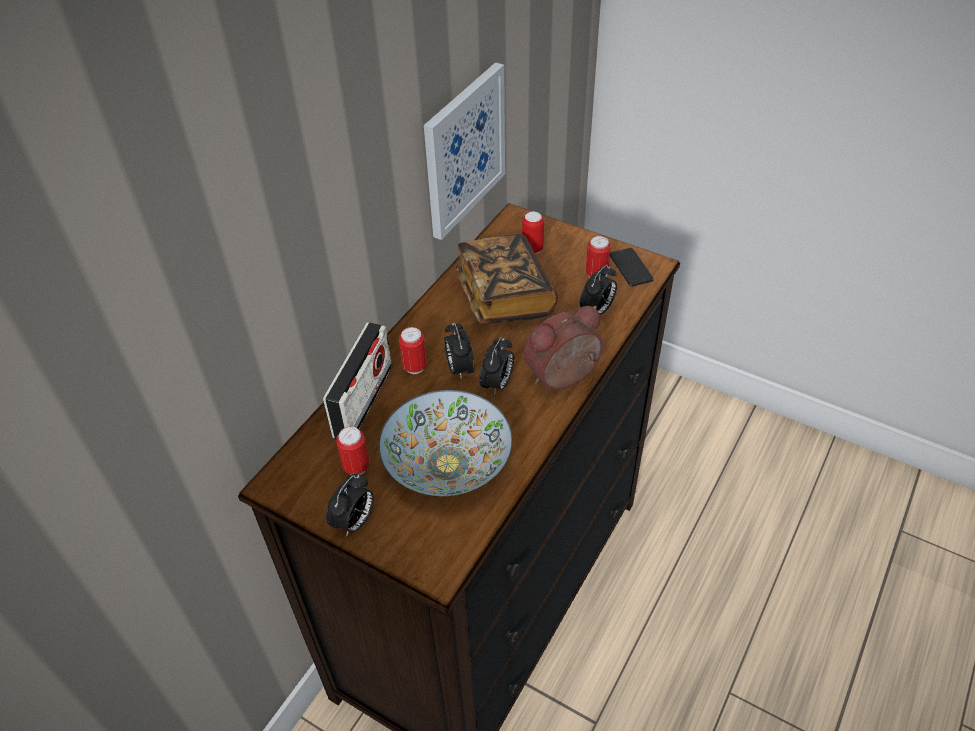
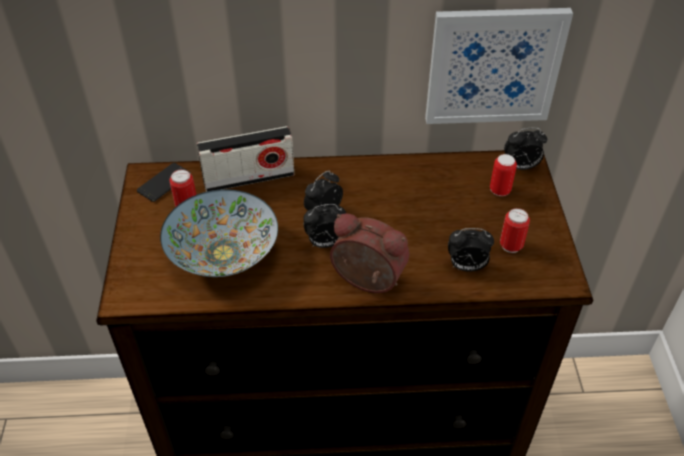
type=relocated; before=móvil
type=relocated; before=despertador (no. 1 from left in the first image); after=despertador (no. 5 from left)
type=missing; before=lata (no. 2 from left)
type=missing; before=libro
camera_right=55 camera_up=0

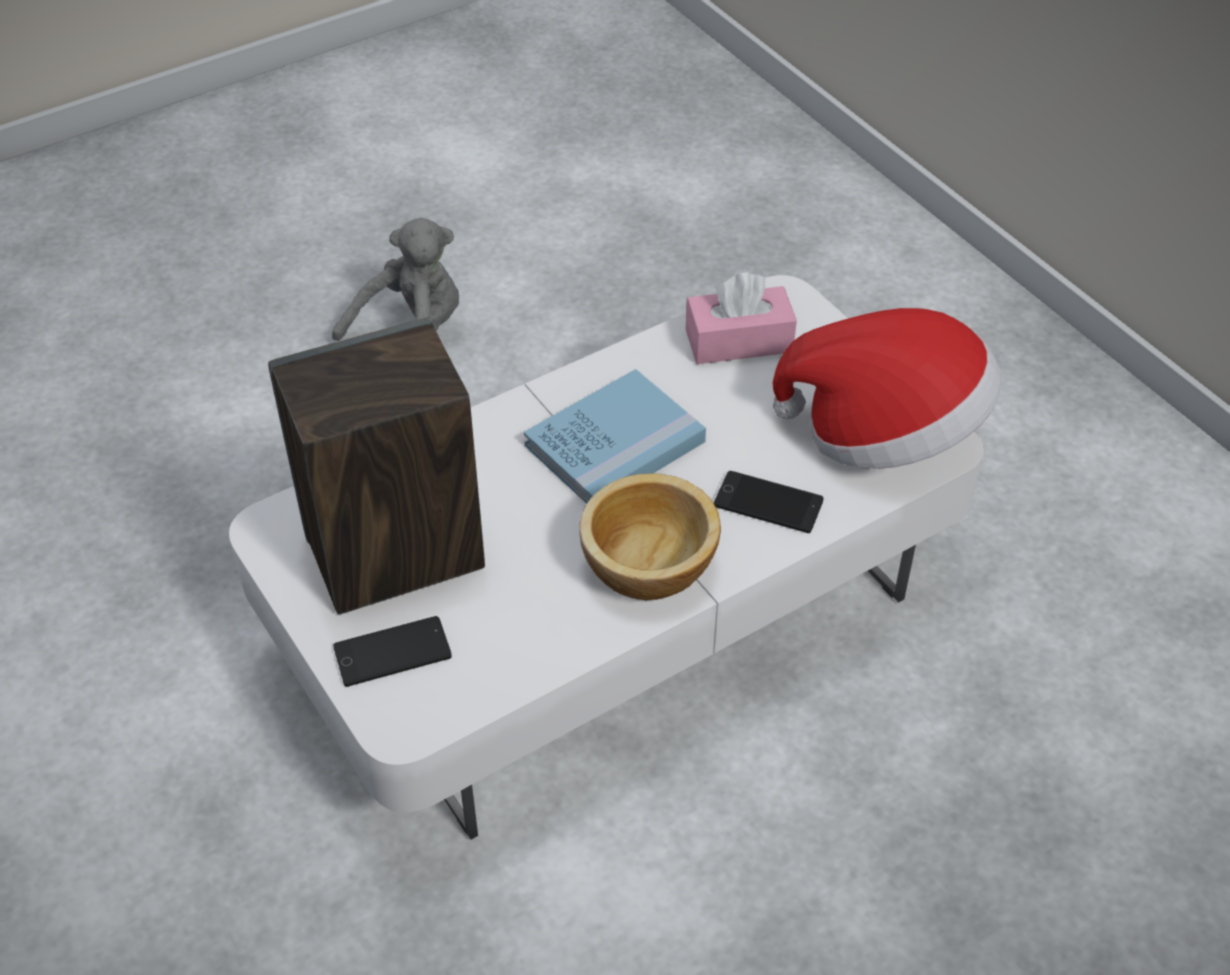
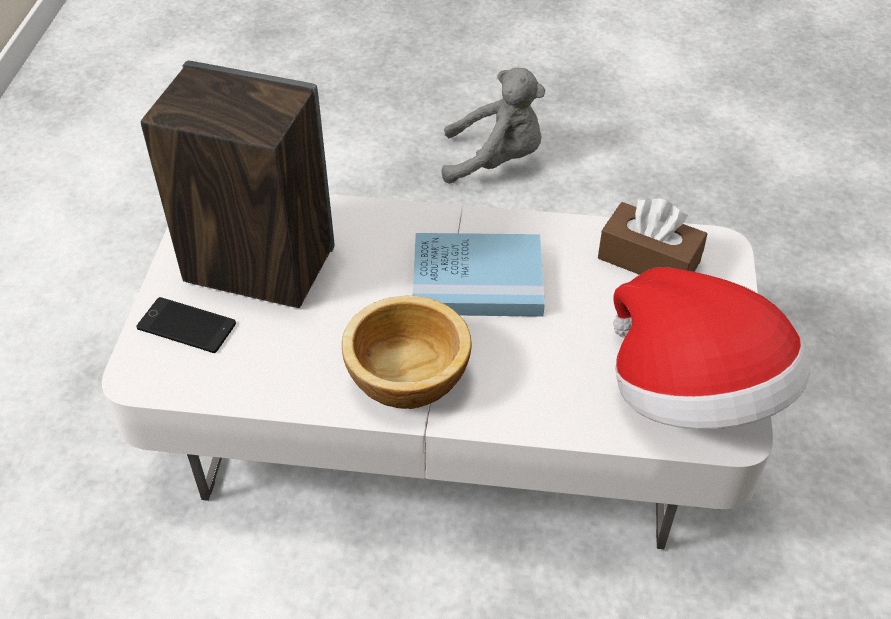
type=colour; before=caja de pañuelos [rosa]; after=caja de pañuelos [marrón]
type=missing; before=móvil (no. 2 from left)
camera_right=40 camera_up=0

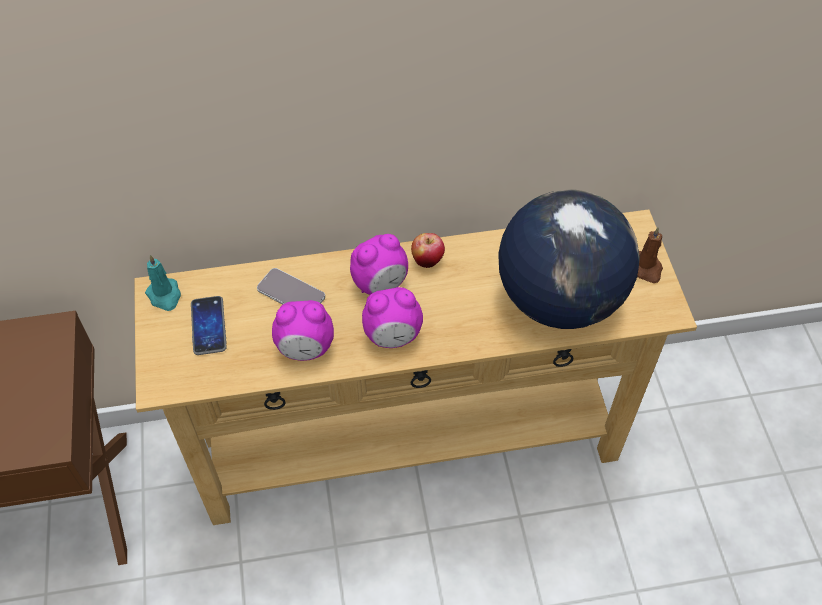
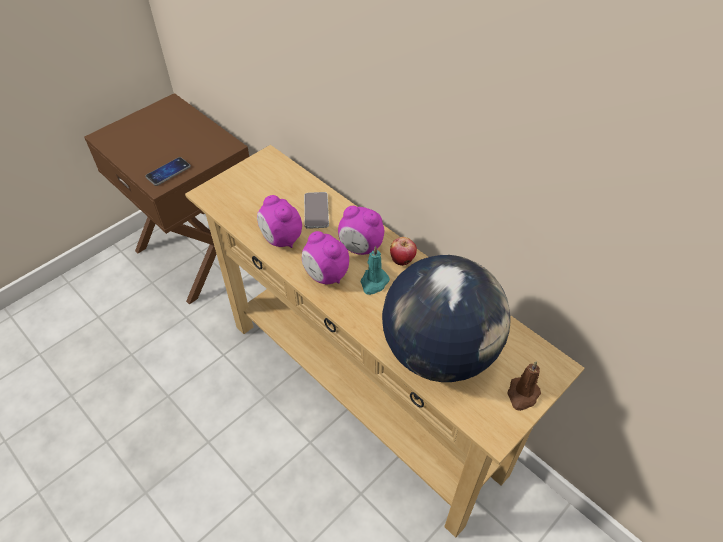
type=relocated; before=móvil (no. 1 from left)
type=relocated; before=vela [turquesa]
camera_right=55 camera_up=-5

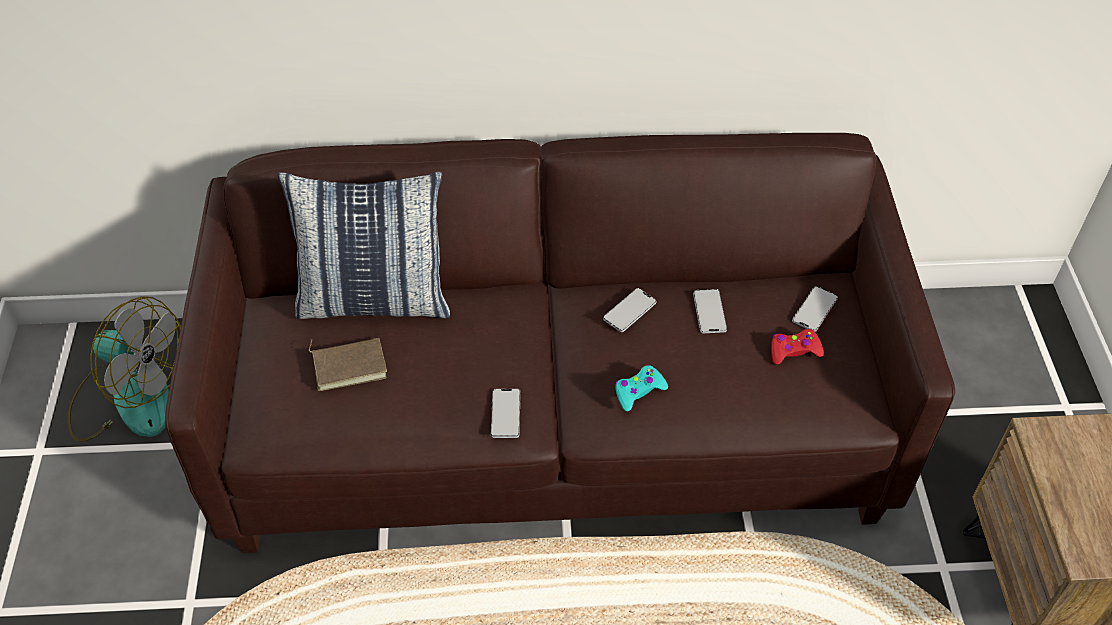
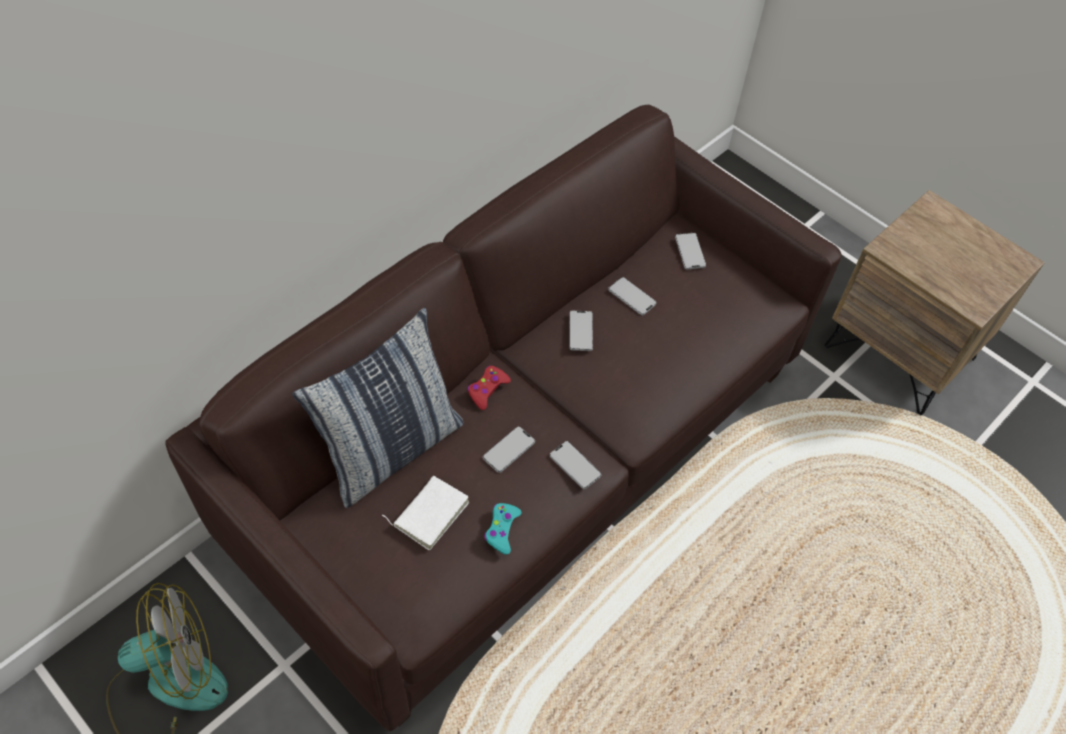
type=colour; before=libro [marrón]; after=libro [blanco]
type=relocated; before=mando de consola [rojo]
type=appeared; after=móvil (no. 1 from left)
type=relocated; before=mando de consola [turquesa]
camera_right=-45 camera_up=5

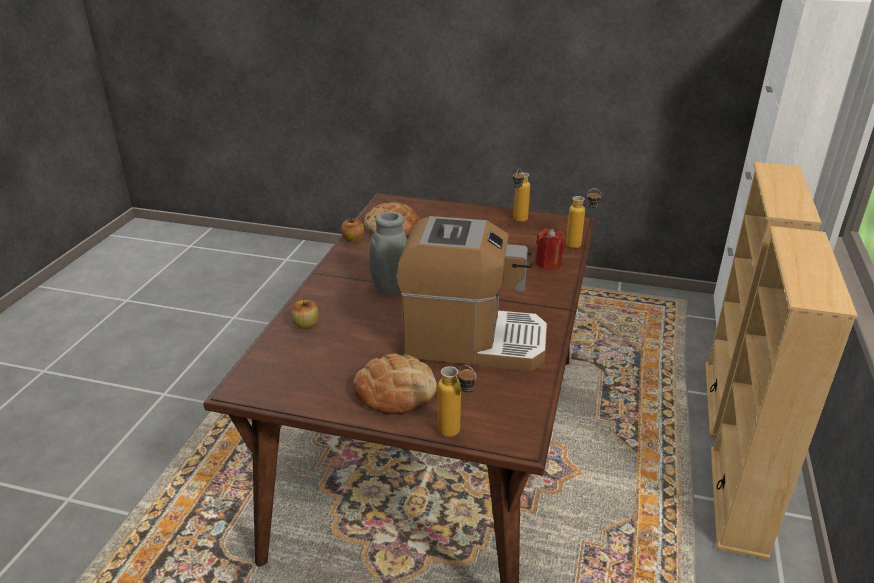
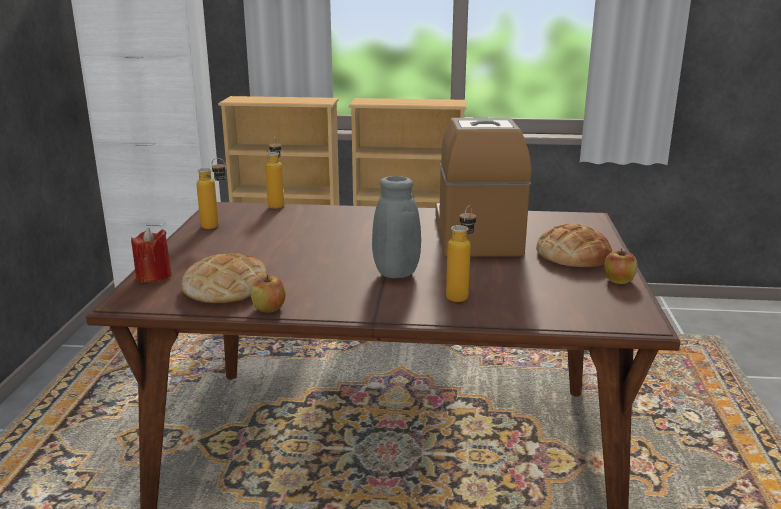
type=relocated; before=vela [rojo]
type=relocated; before=botella (no. 1 from left in the first image); after=botella (no. 3 from left)
type=relocated; before=manzana (no. 1 from left in the first image); after=manzana (no. 2 from left)
camera_right=-100 camera_up=-10

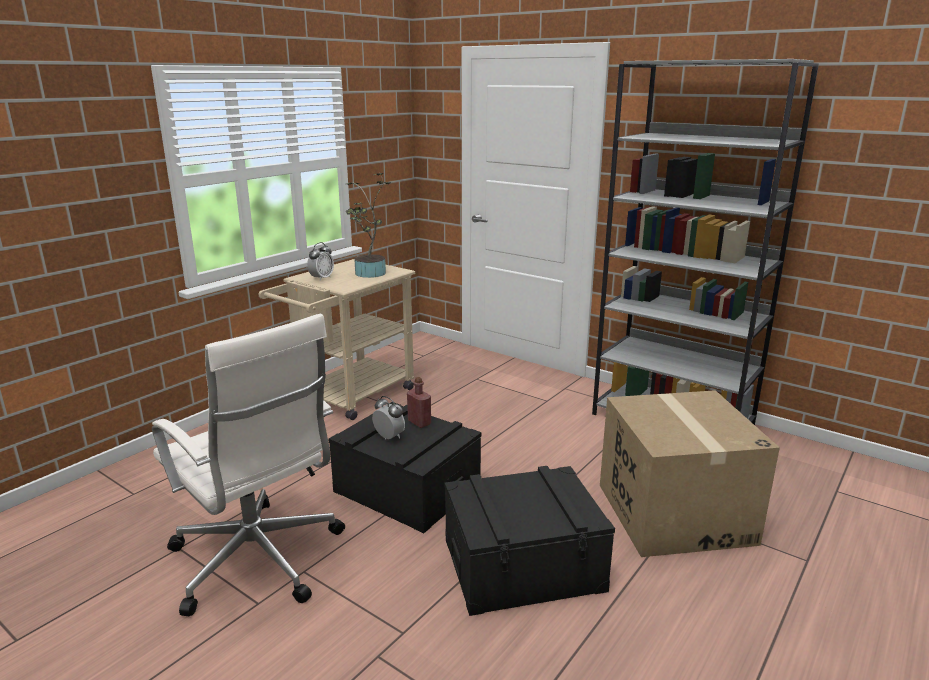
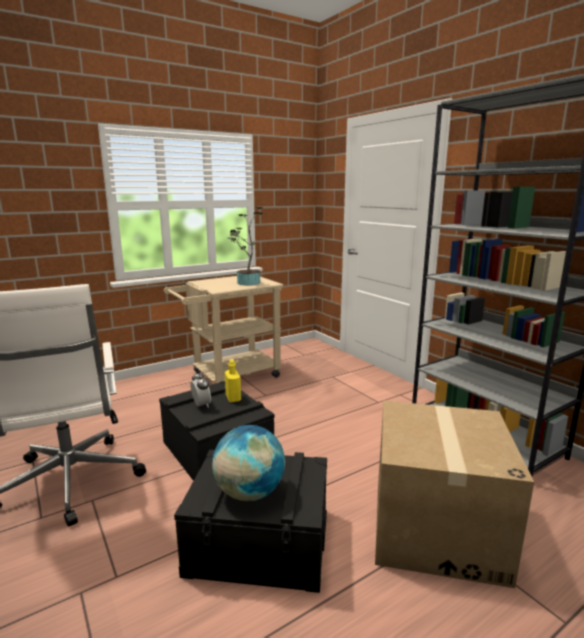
type=appeared; after=globo terráqueo
type=colour; before=botella [rojo]; after=botella [amarillo]
type=missing; before=despertador (no. 1 from left)
camera_right=20 camera_up=-5

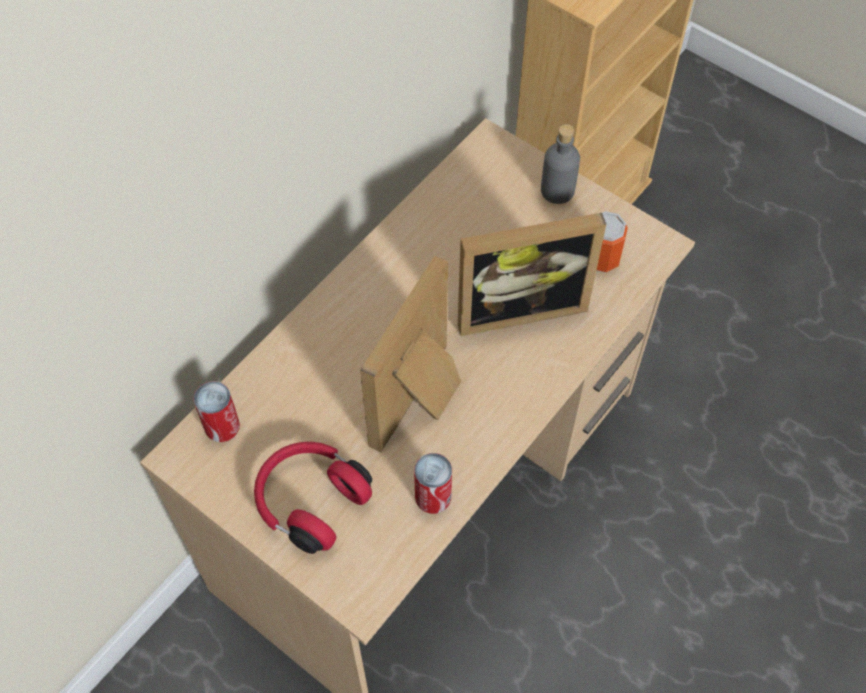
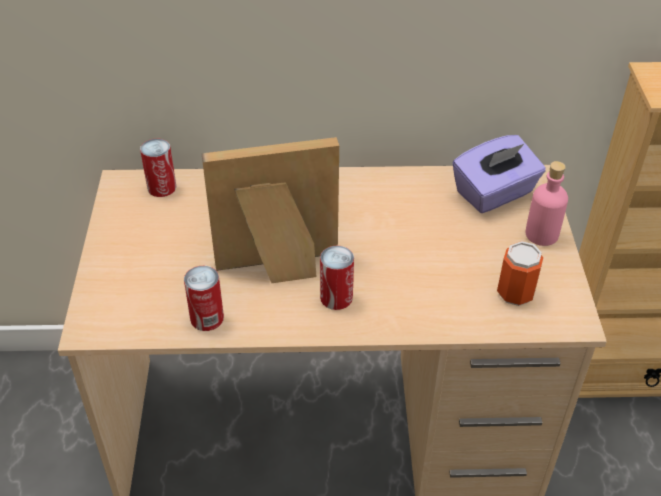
type=appeared; after=lata (no. 3 from left)
type=appeared; after=caja de pañuelos [morado]
type=colour; before=botella [gris]; after=botella [rosa]
type=missing; before=auriculares [rojo]
type=missing; before=portarretratos (no. 2 from left)
camera_right=50 camera_up=-15

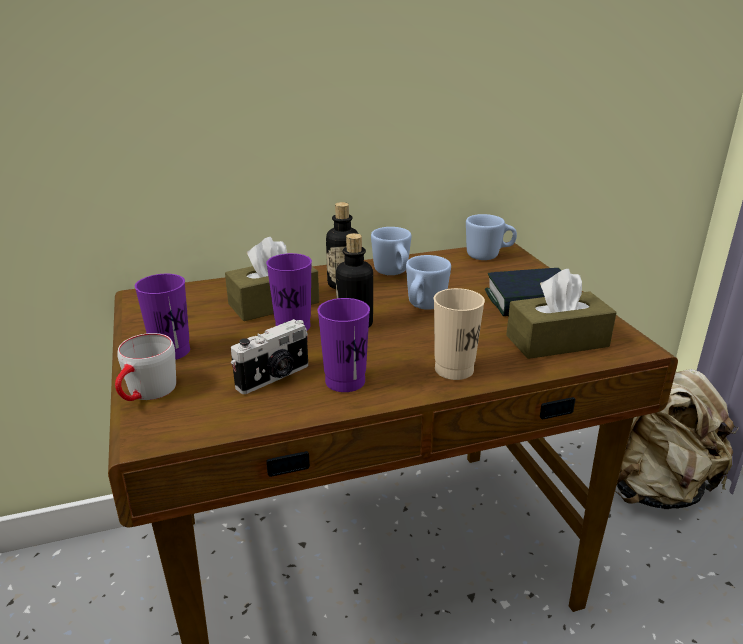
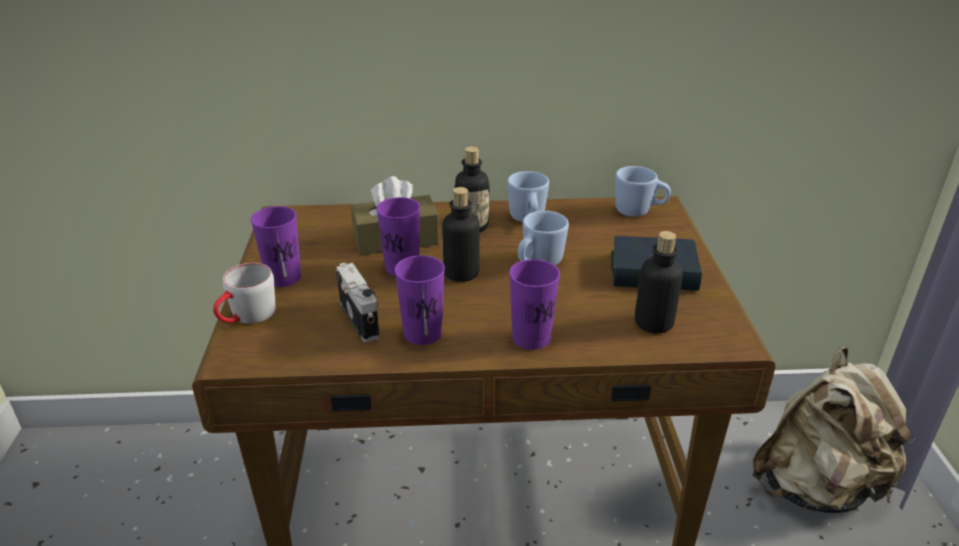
type=spun; before=cámara; turn=-90
type=colour; before=taza [beis]; after=taza [morado] (no. 4 from left)
type=exchanged; before=caja de pañuelos [marrón] (no. 2 from left); after=botella (no. 3 from left)
camera_right=15 camera_up=5

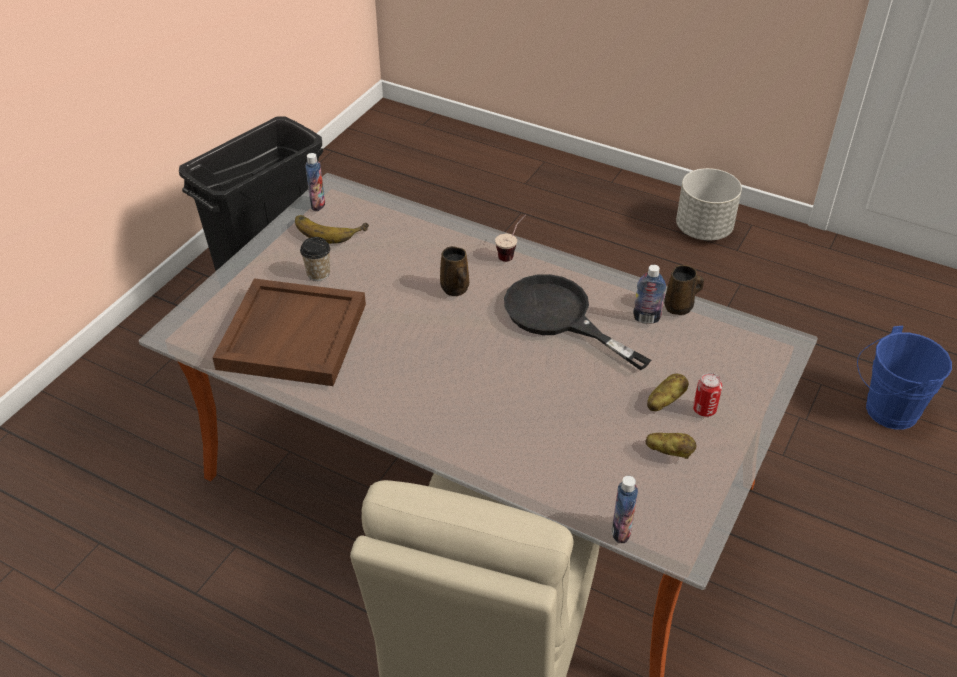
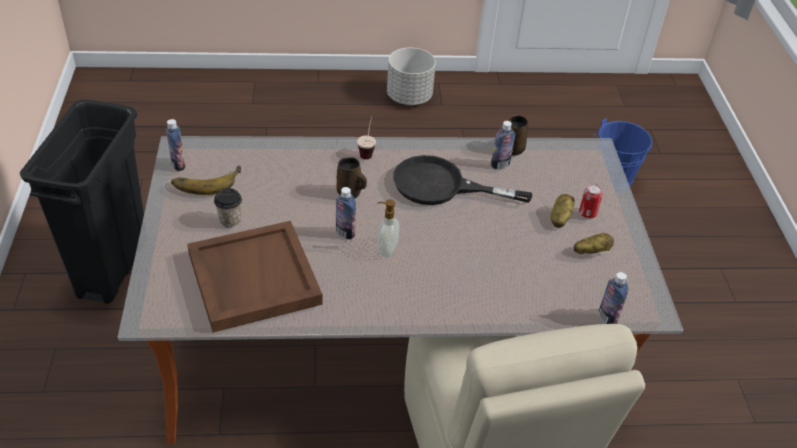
type=appeared; after=botella (no. 2 from left)
type=appeared; after=dispensador de jabón
camera_right=-35 camera_up=0

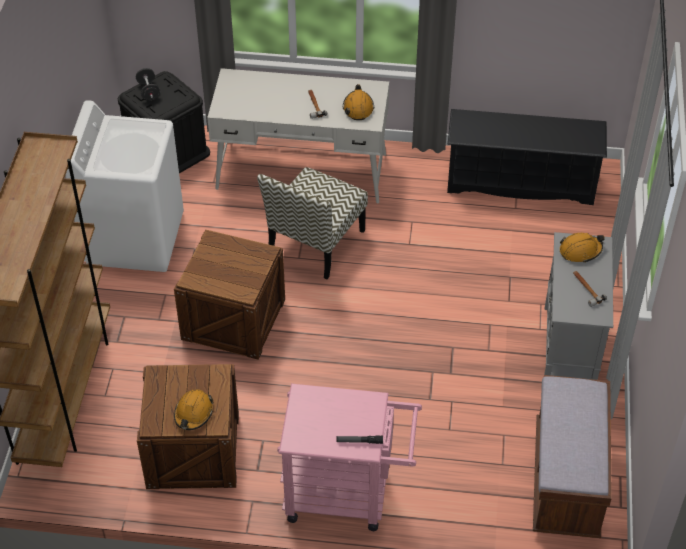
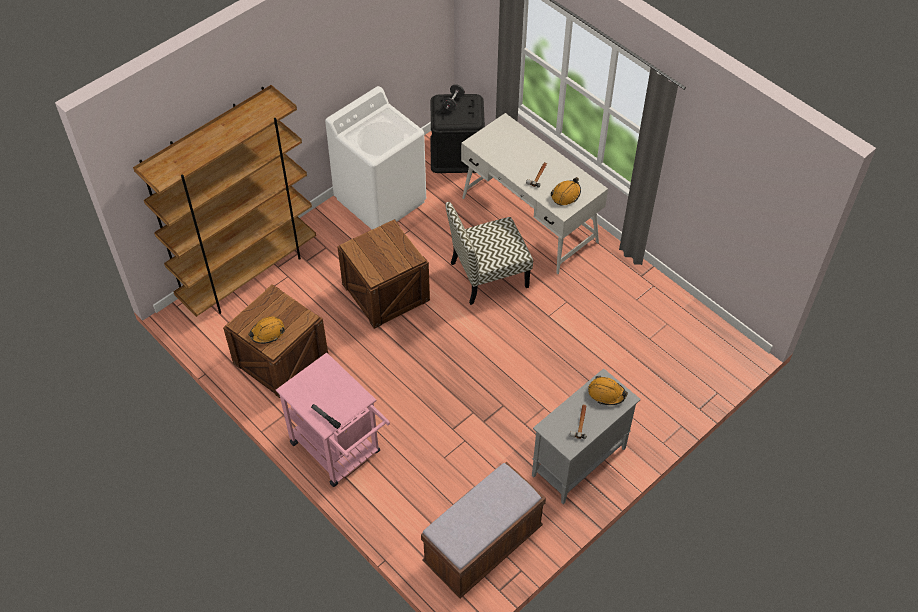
type=missing; before=zapatero [negro]
camera_right=40 camera_up=5

